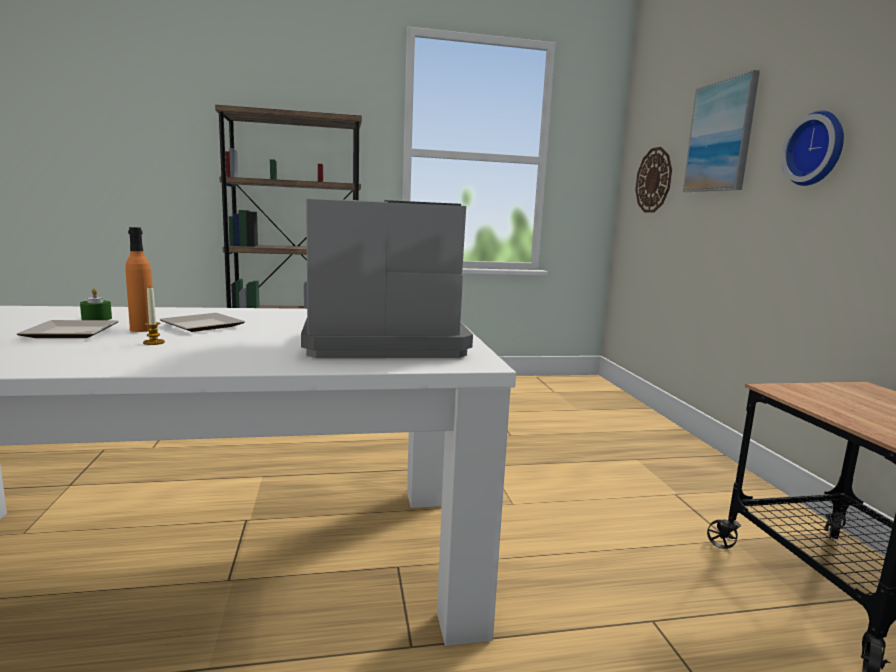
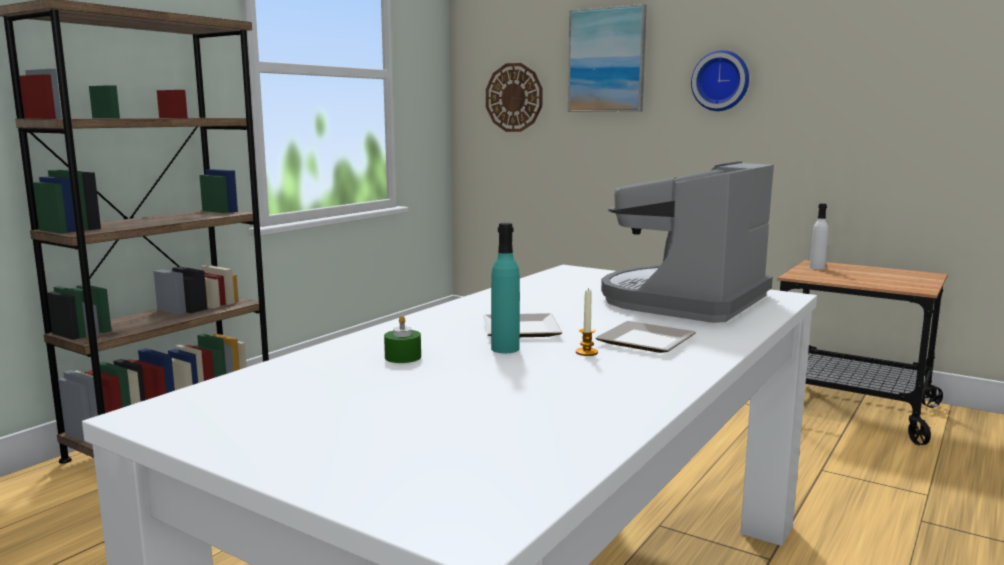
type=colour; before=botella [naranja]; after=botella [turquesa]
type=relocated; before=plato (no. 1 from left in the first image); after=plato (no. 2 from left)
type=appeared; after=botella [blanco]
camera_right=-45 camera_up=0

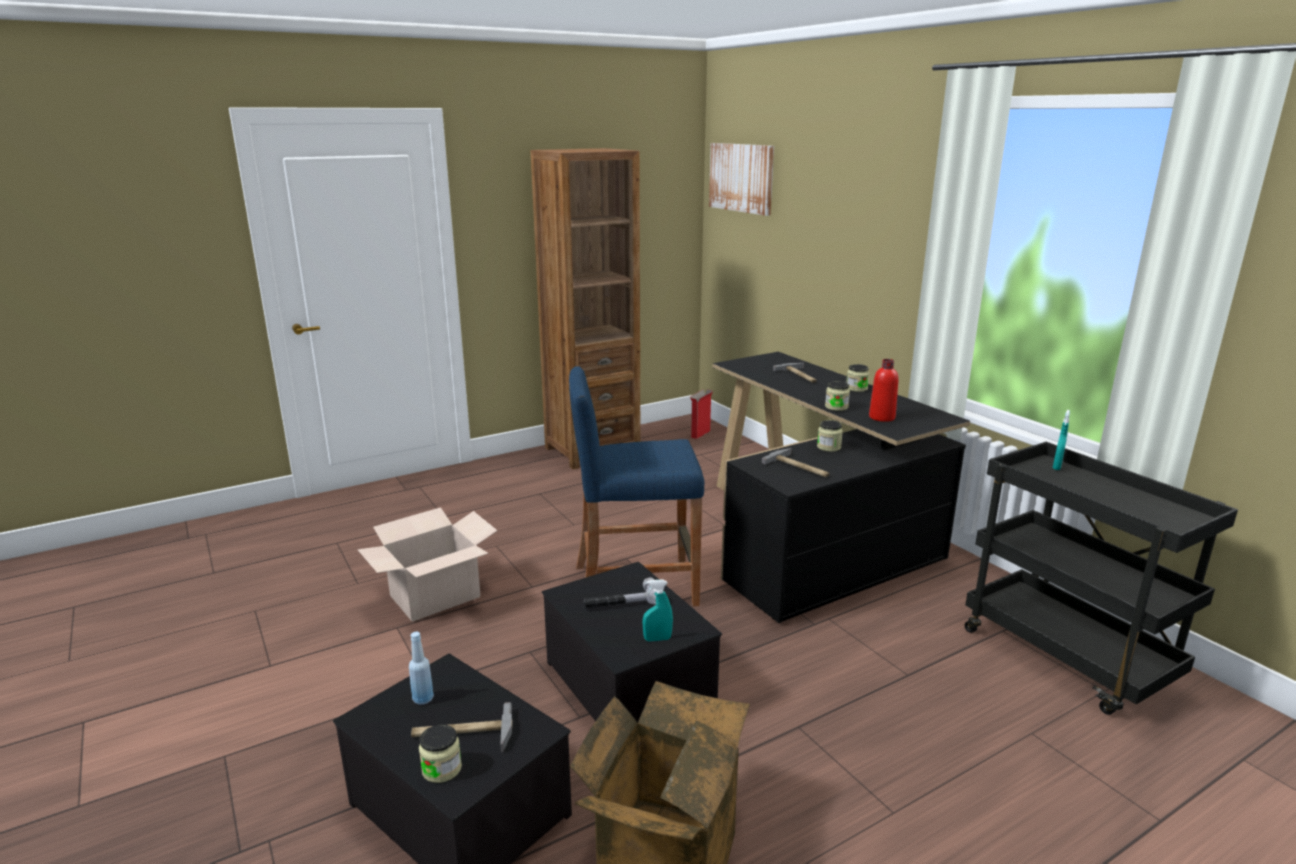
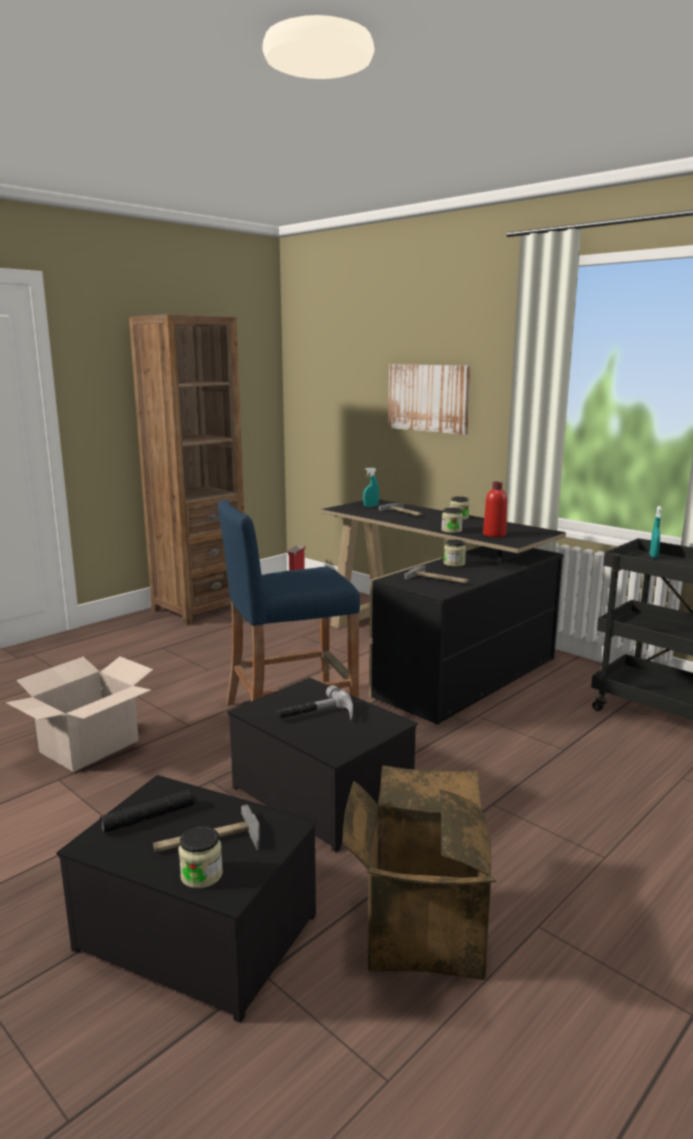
type=exchanged; before=botella [azul]; after=linterna [negro]
type=relocated; before=pulverizador [turquesa] (no. 1 from left)
type=relocated; before=cuadro
camera_right=-15 camera_up=-5

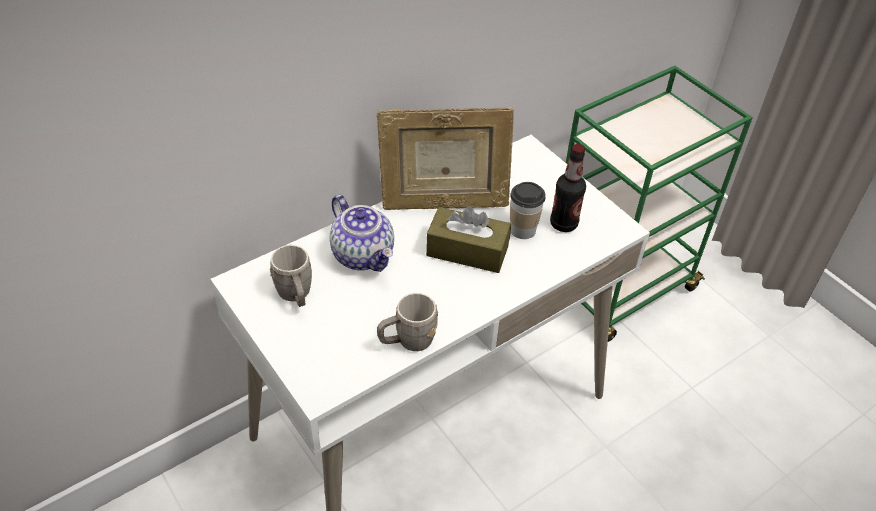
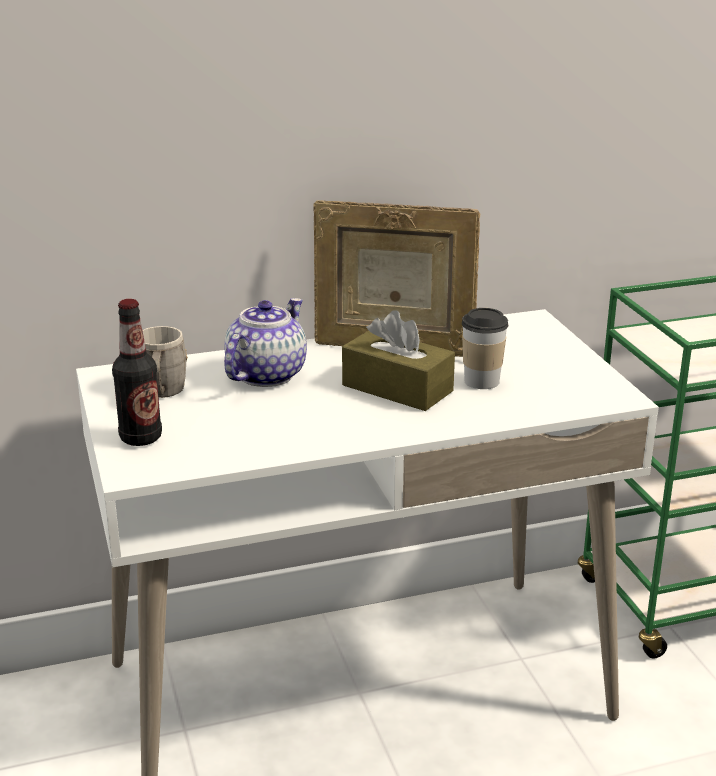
type=relocated; before=botella
type=spun; before=tetera; turn=-135
type=missing; before=taza grande [gris] (no. 2 from left)
camera_right=20 camera_up=-20

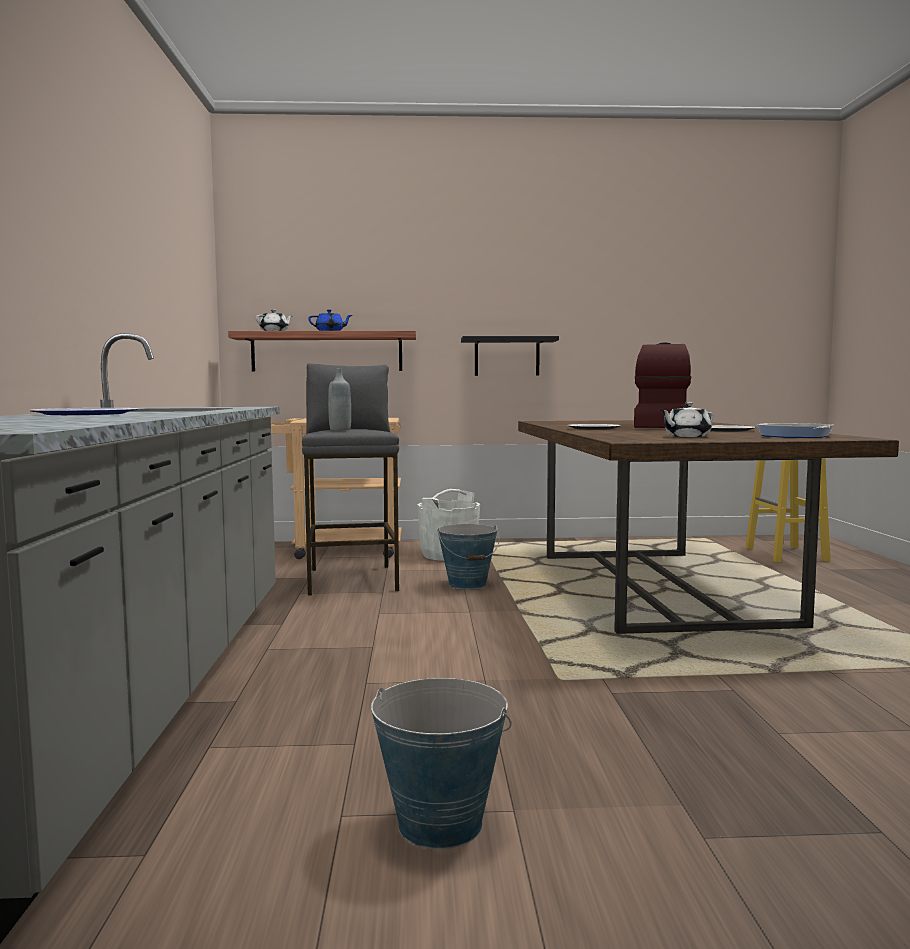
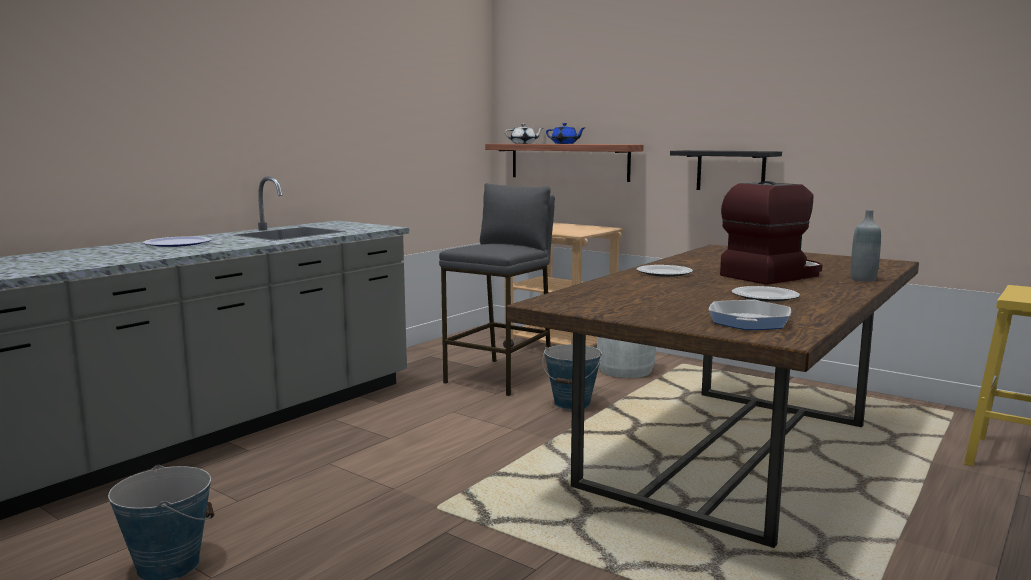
type=relocated; before=botella [gris]
type=missing; before=tetera [blanco] (no. 2 from left)
camera_right=40 camera_up=5

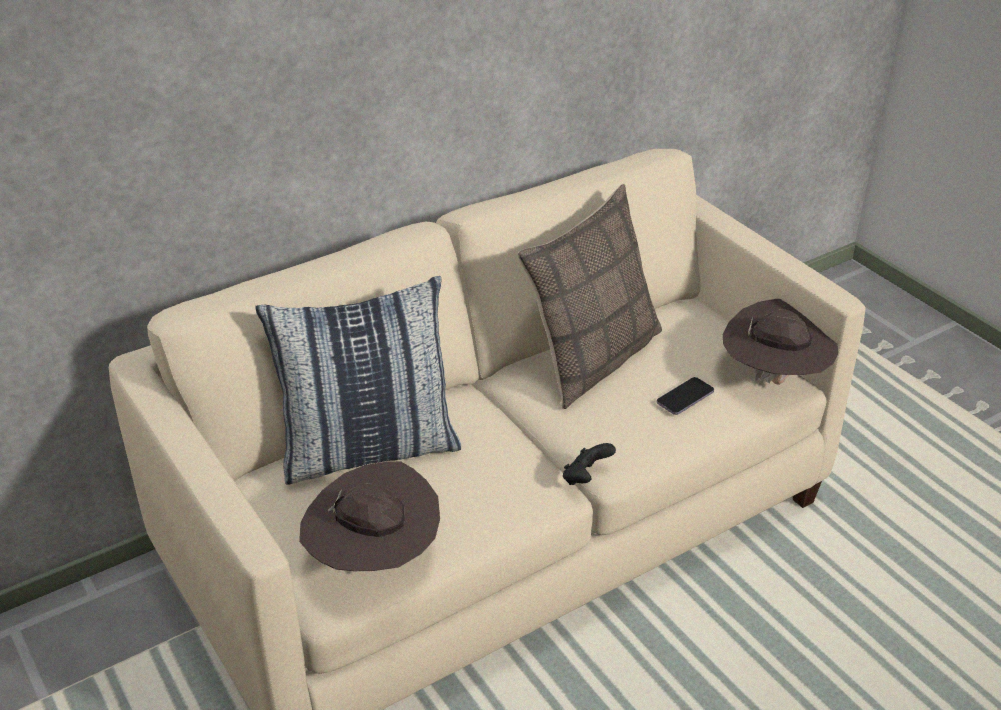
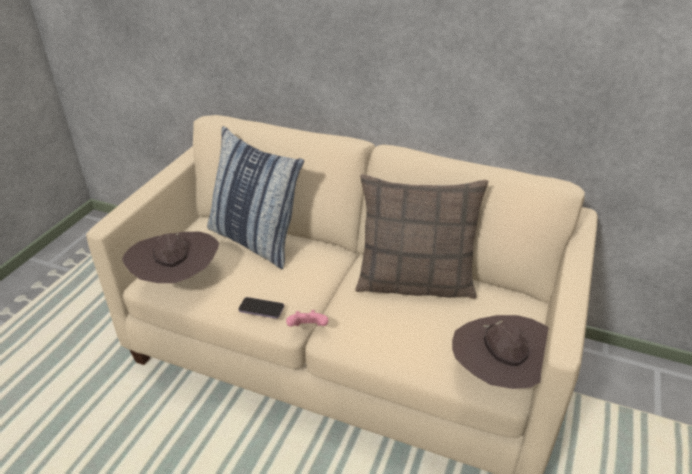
type=relocated; before=móvil
type=colour; before=mando de consola [negro]; after=mando de consola [rosa]
camera_right=55 camera_up=0

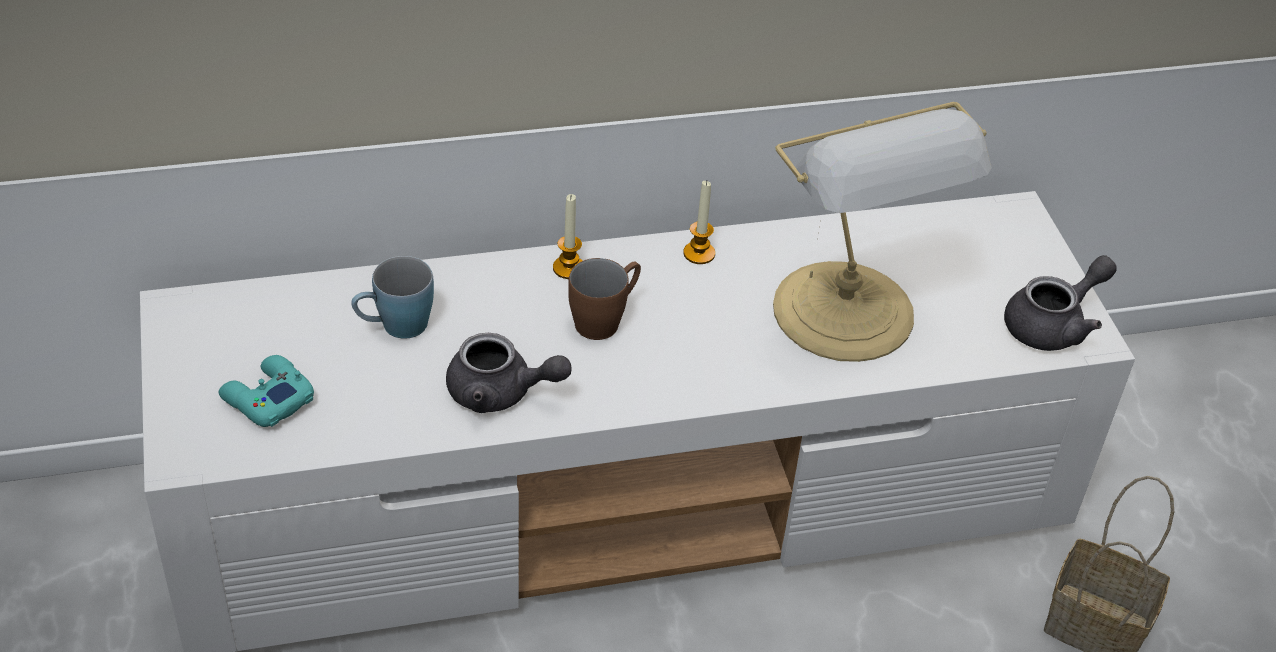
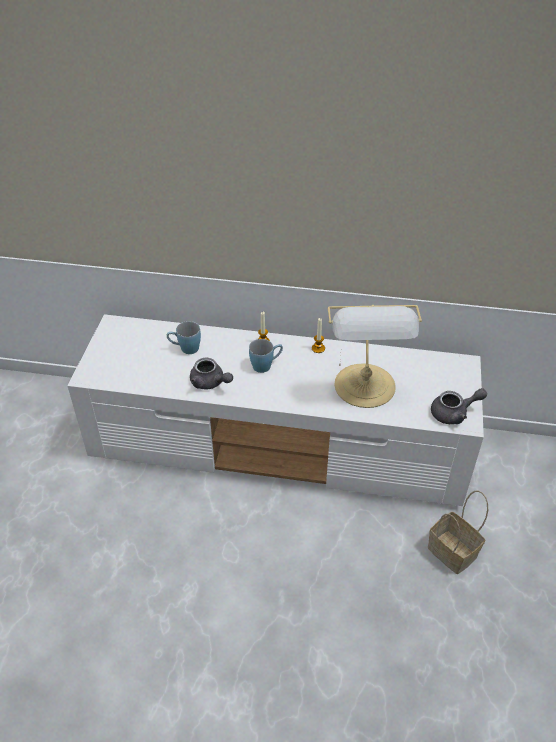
type=colour; before=taza grande [marrón]; after=taza grande [azul] (no. 2 from left)
type=missing; before=mando de consola [turquesa]
camera_right=25 camera_up=0

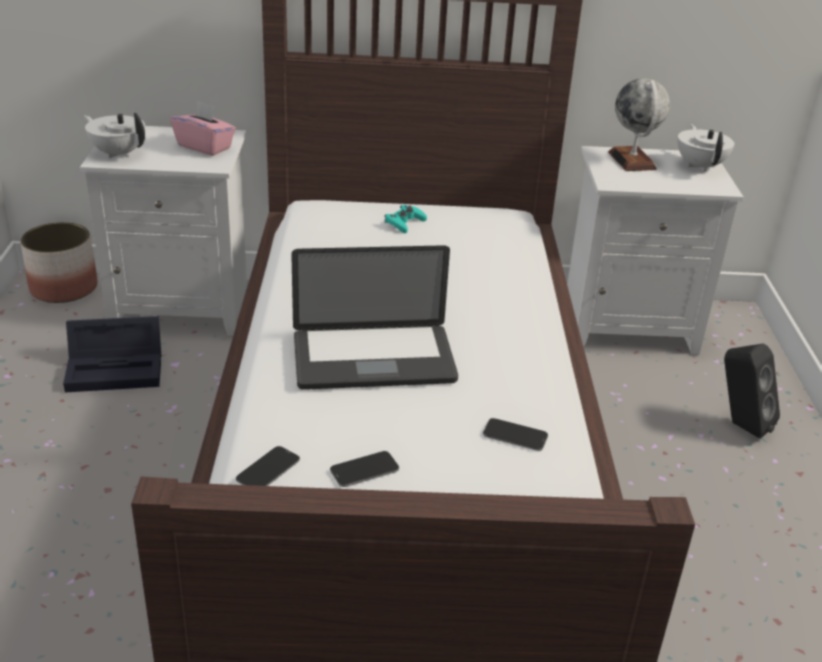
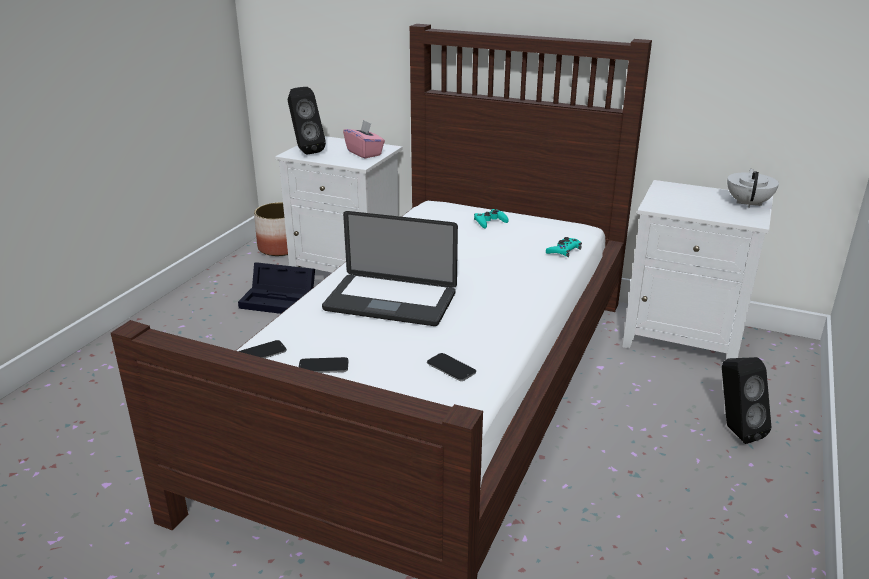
type=exchanged; before=tetera [blanco] (no. 1 from left); after=altavoz [negro] (no. 1 from left)
type=appeared; after=mando de consola [turquesa] (no. 2 from left)
type=missing; before=globo terráqueo
camera_right=25 camera_up=-5

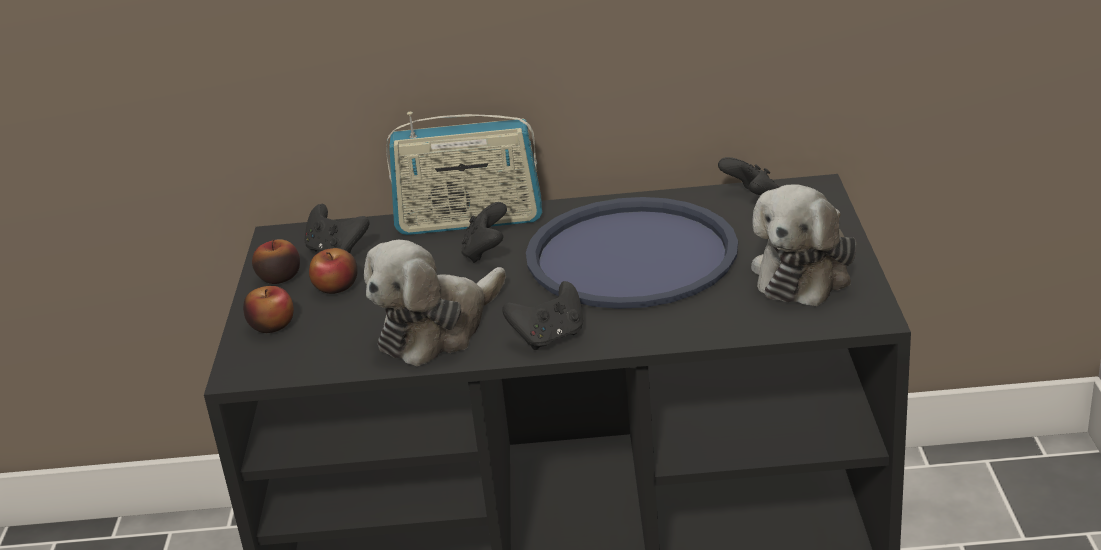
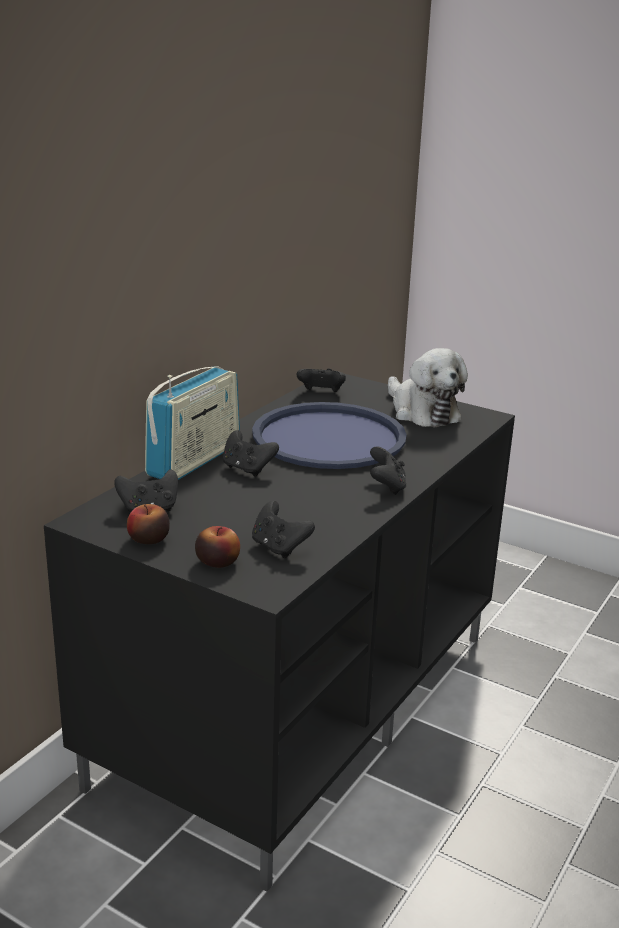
type=appeared; after=mando de consola [negro] (no. 3 from left)
type=missing; before=manzana (no. 3 from left)
type=missing; before=peluche (no. 1 from left)
camera_right=-60 camera_up=-5

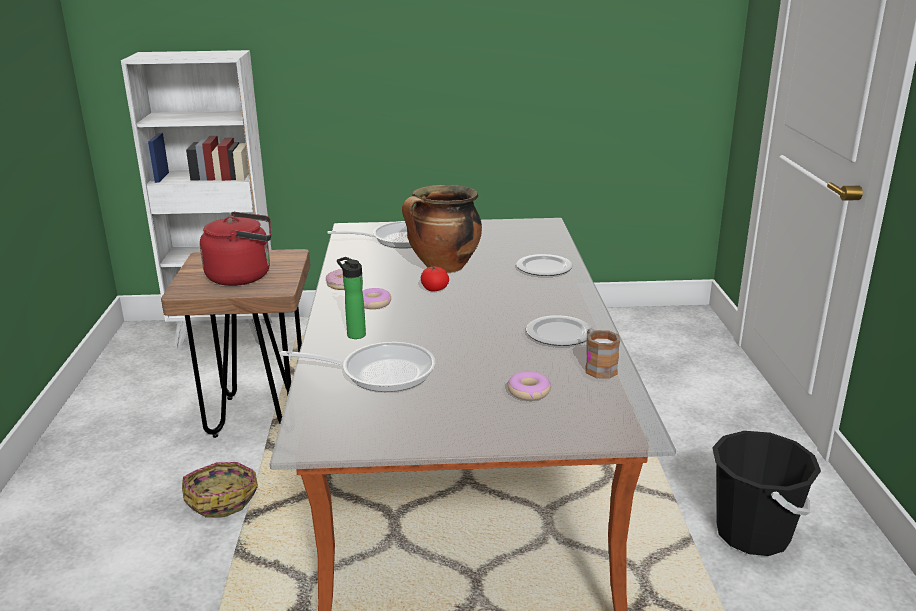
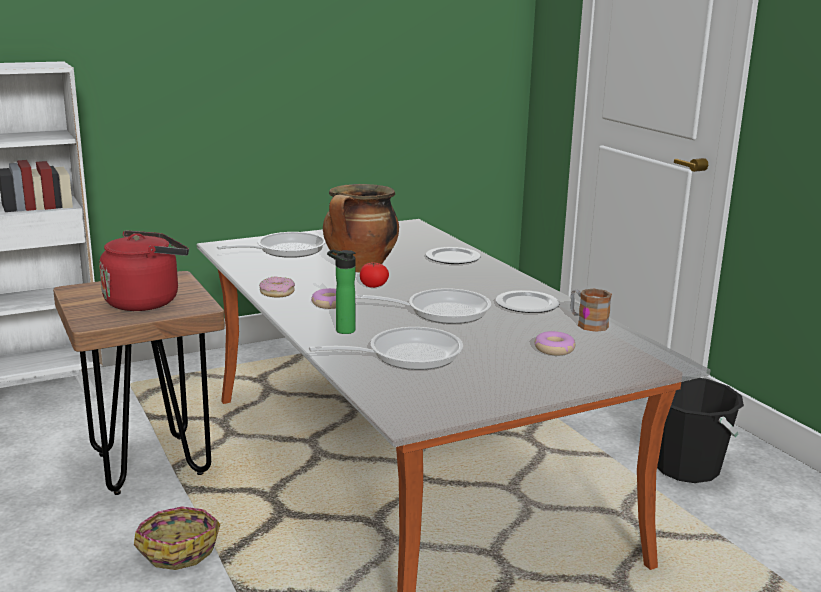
type=appeared; after=sartén (no. 3 from left)
camera_right=-25 camera_up=-5

